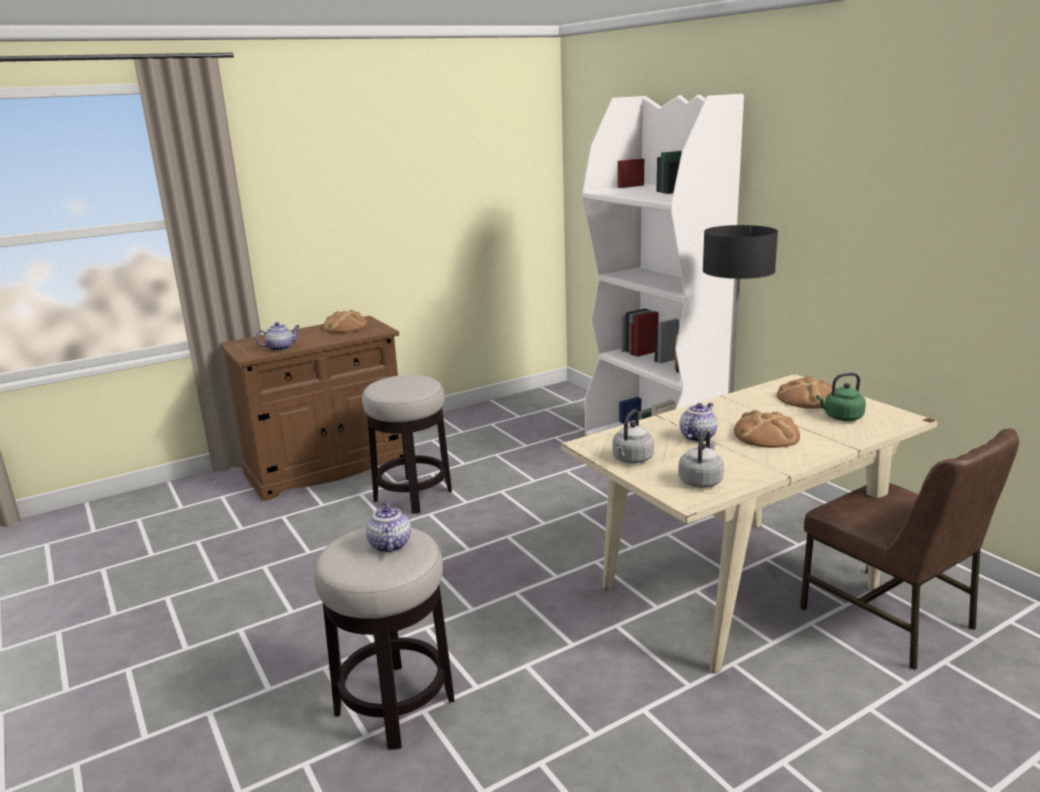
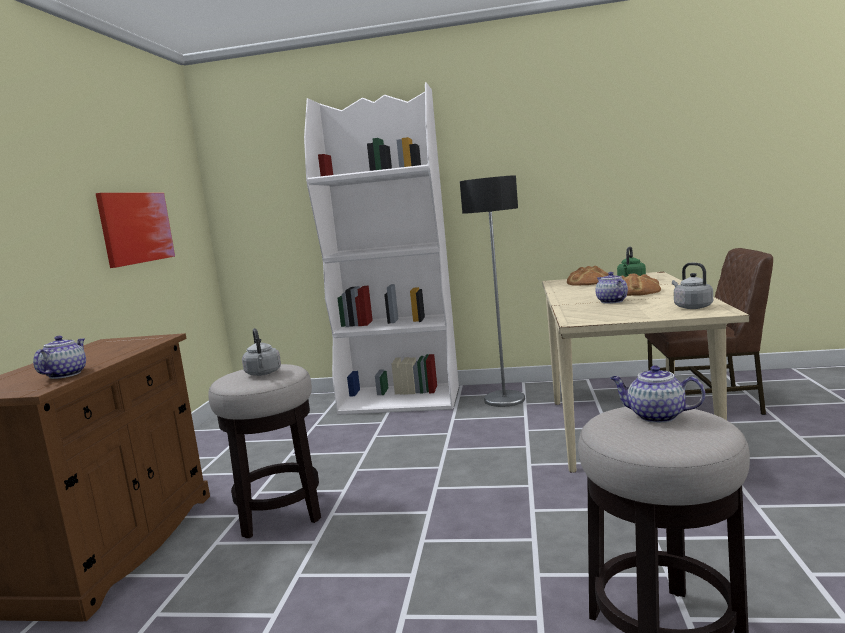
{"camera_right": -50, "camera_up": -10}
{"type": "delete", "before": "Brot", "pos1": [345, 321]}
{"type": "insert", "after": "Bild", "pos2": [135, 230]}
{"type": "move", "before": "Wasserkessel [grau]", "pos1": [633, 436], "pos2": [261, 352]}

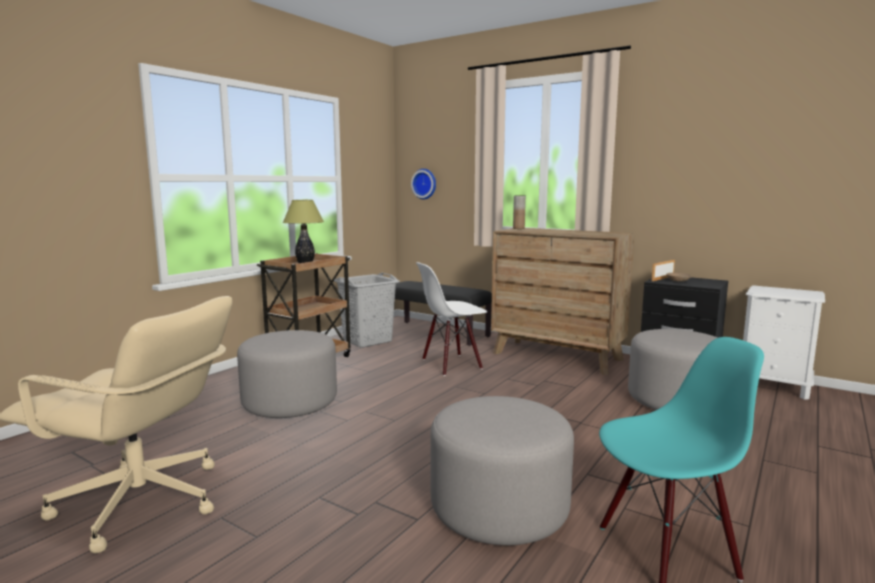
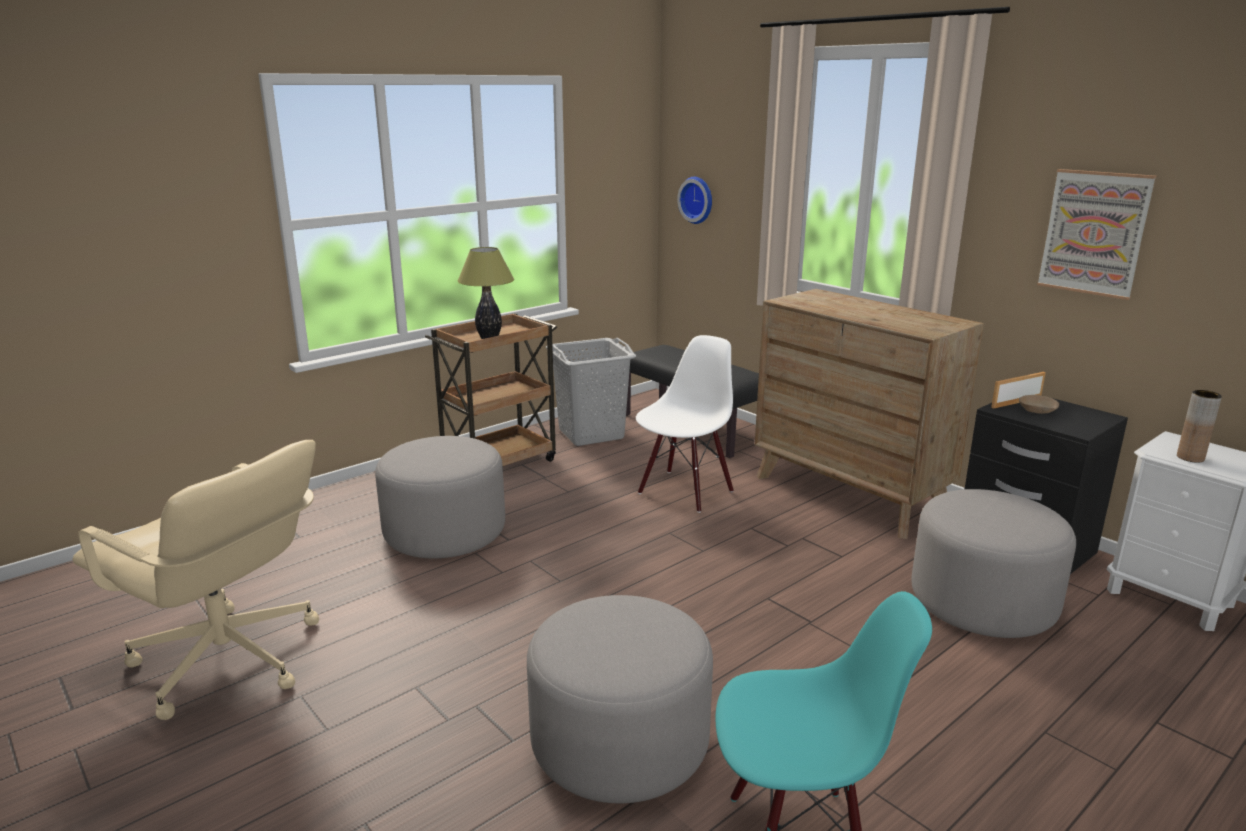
{"camera_right": 15, "camera_up": 10}
{"type": "insert", "after": "Bild", "pos2": [1096, 234]}
{"type": "move", "before": "Vase [braun]", "pos1": [519, 212], "pos2": [1199, 426]}
{"type": "rotate", "before": "Stuhl [weiß]", "pos1": [451, 319], "pos2": [685, 424], "turn": 135}

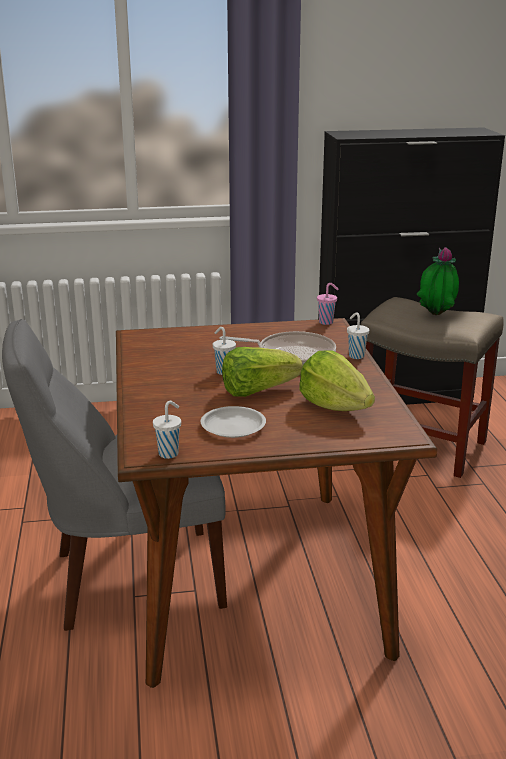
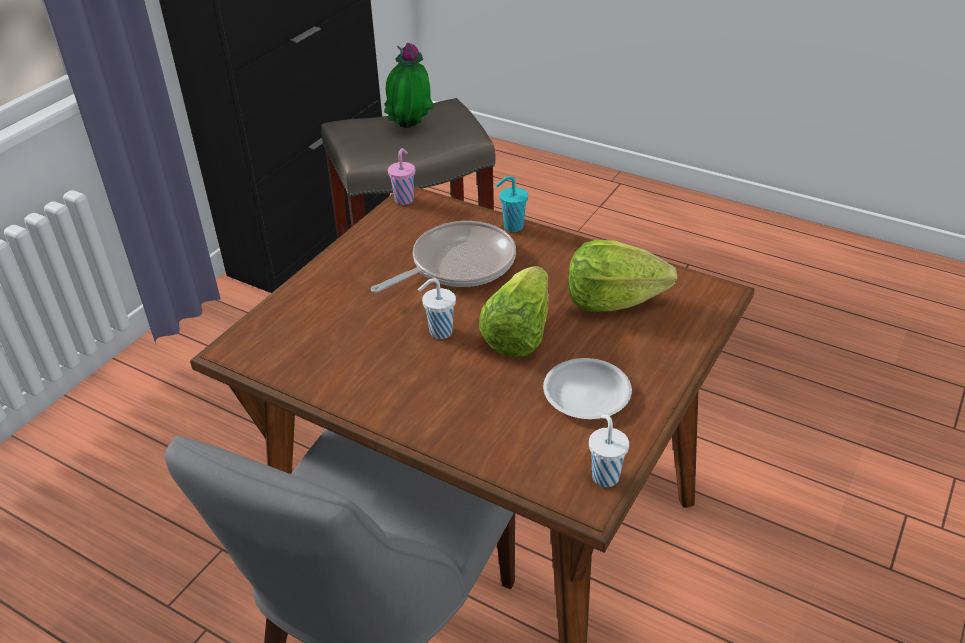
{"camera_right": -50, "camera_up": 15}
{"type": "recolor", "before": "Tasse [weiß]", "after": "Tasse [türkis]", "pos1": [358, 335], "pos2": [512, 204]}

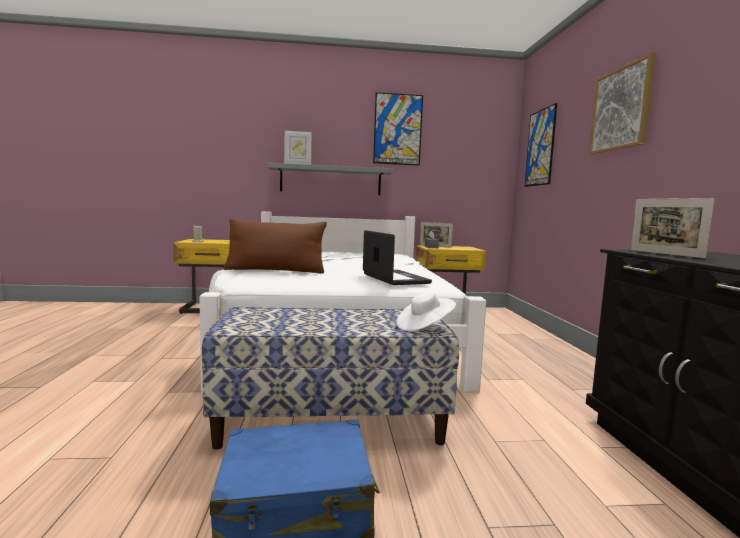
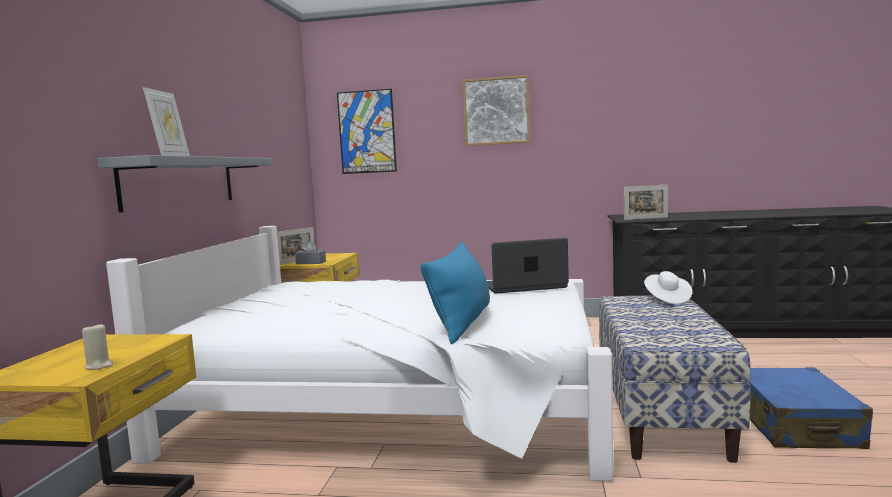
{"camera_right": -75, "camera_up": 0}
{"type": "delete", "before": "Bild", "pos1": [398, 129]}
{"type": "recolor", "before": "Kissen [braun]", "after": "Kissen [blau]", "pos1": [275, 245], "pos2": [455, 293]}

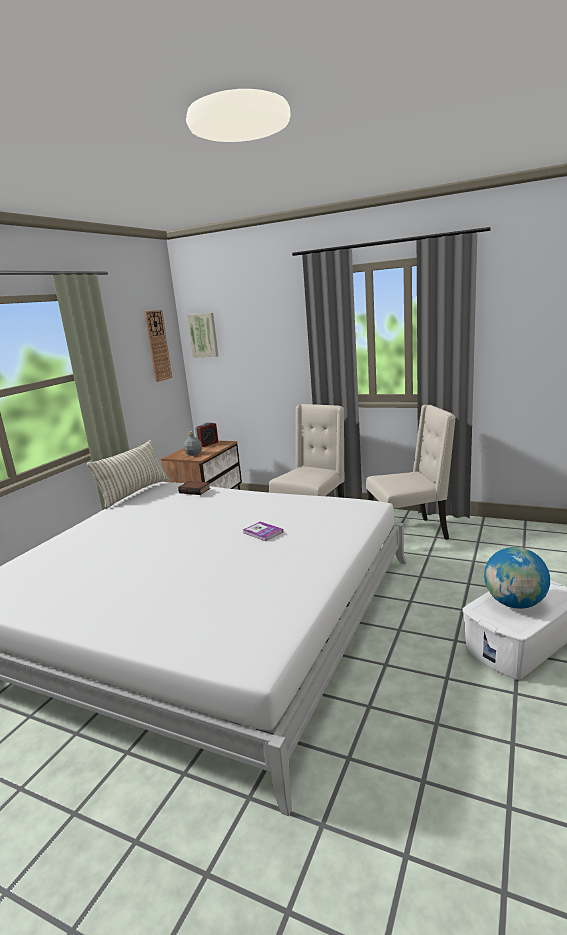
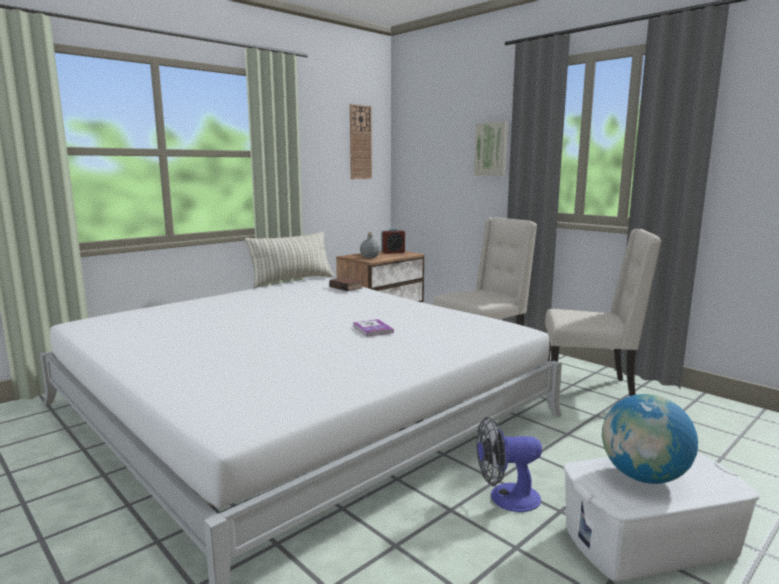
{"camera_right": 20, "camera_up": -5}
{"type": "insert", "after": "Ventilator", "pos2": [509, 464]}
{"type": "move", "before": "Bild", "pos1": [202, 335], "pos2": [491, 148]}

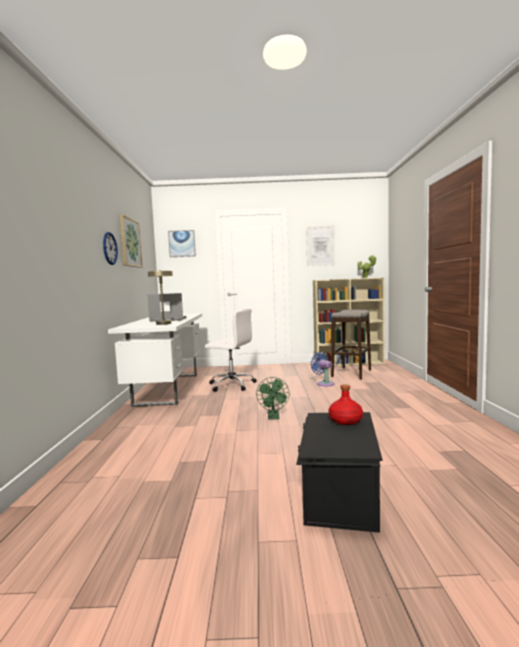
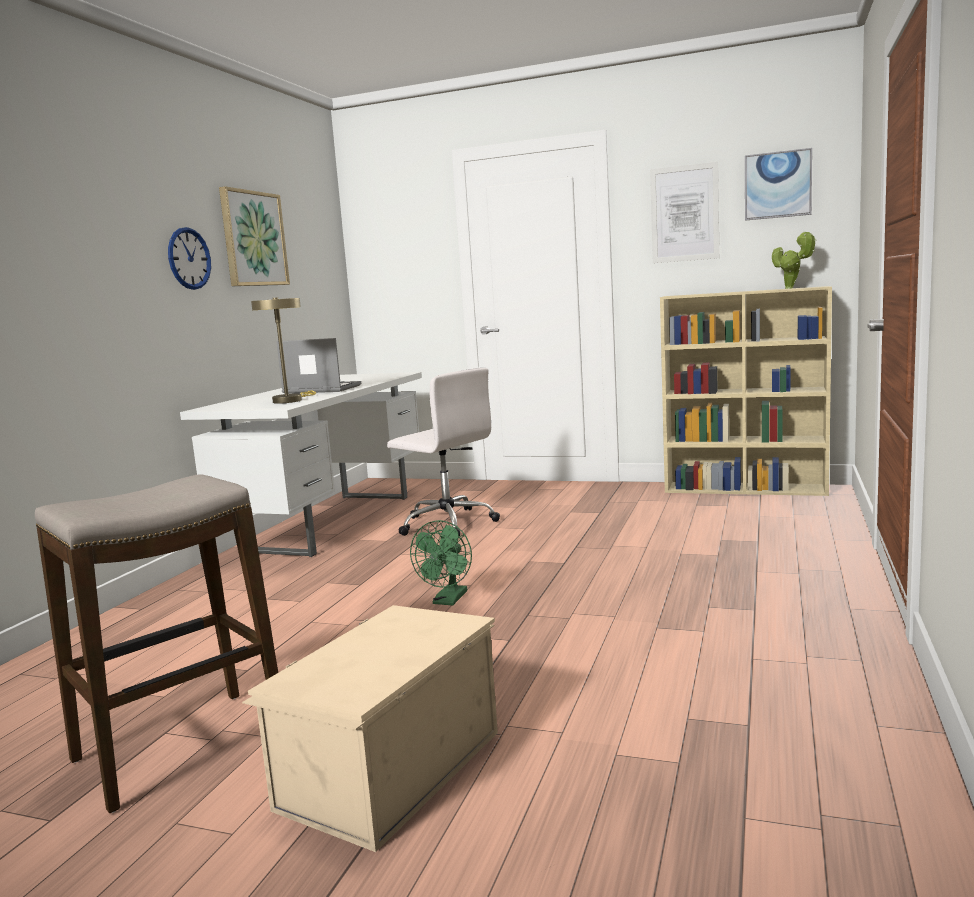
{"camera_right": 20, "camera_up": 5}
{"type": "delete", "before": "Ventilator [blau]", "pos1": [322, 369]}
{"type": "delete", "before": "Flasche [rot]", "pos1": [345, 404]}
{"type": "move", "before": "Bild", "pos1": [182, 243], "pos2": [778, 184]}
{"type": "move", "before": "Hocker", "pos1": [351, 345], "pos2": [156, 643]}
{"type": "recolor", "before": "Aufbewahrungsbox [schwarz]", "after": "Aufbewahrungsbox [beige]", "pos1": [339, 472], "pos2": [370, 728]}

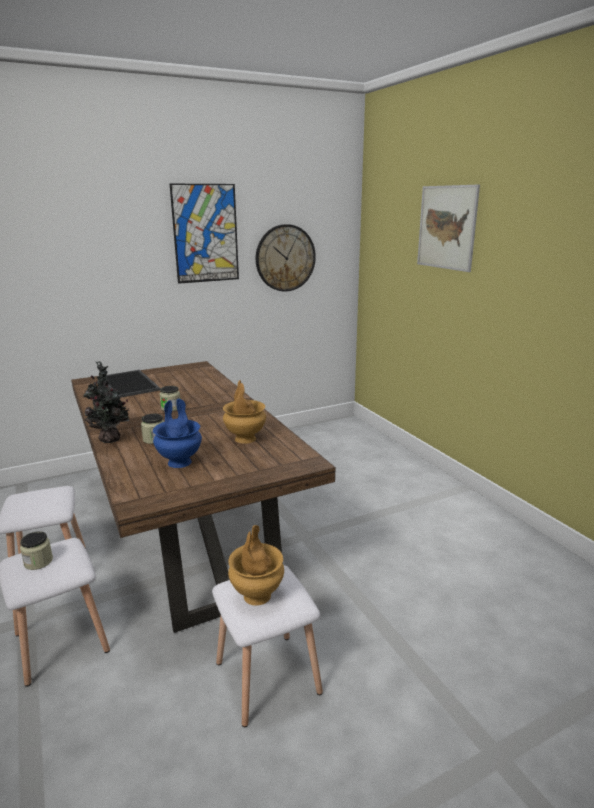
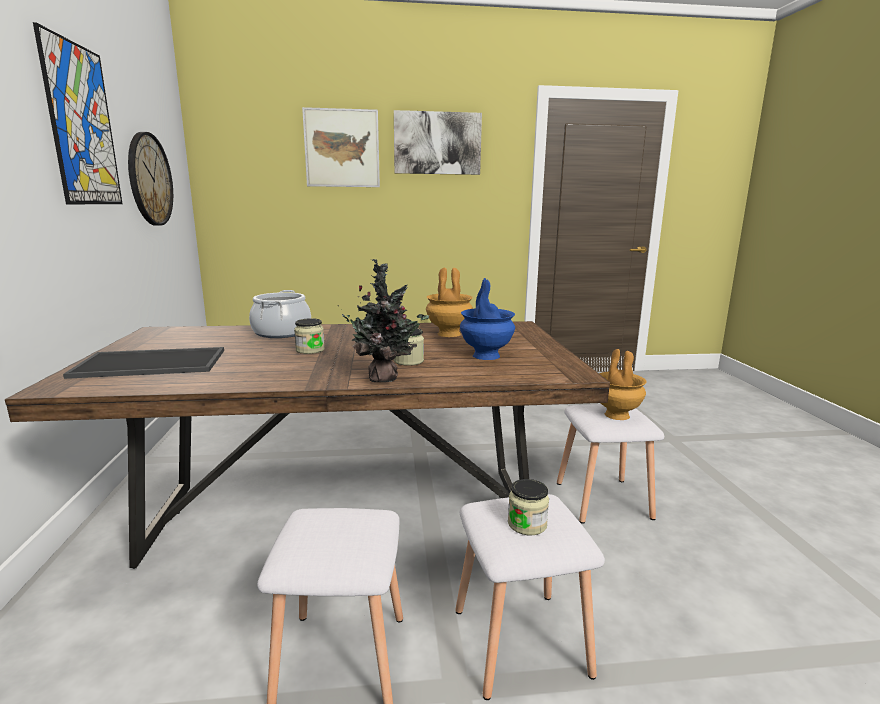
{"camera_right": -70, "camera_up": -5}
{"type": "insert", "after": "Kochtopf", "pos2": [280, 314]}
{"type": "insert", "after": "Bild", "pos2": [438, 142]}

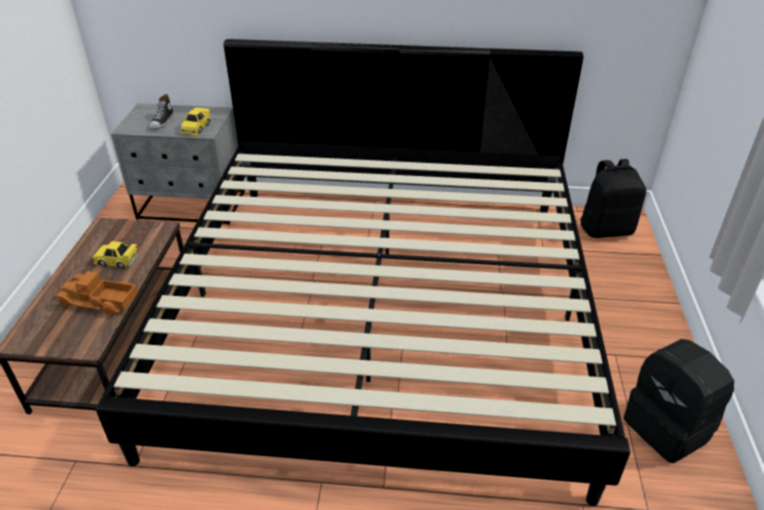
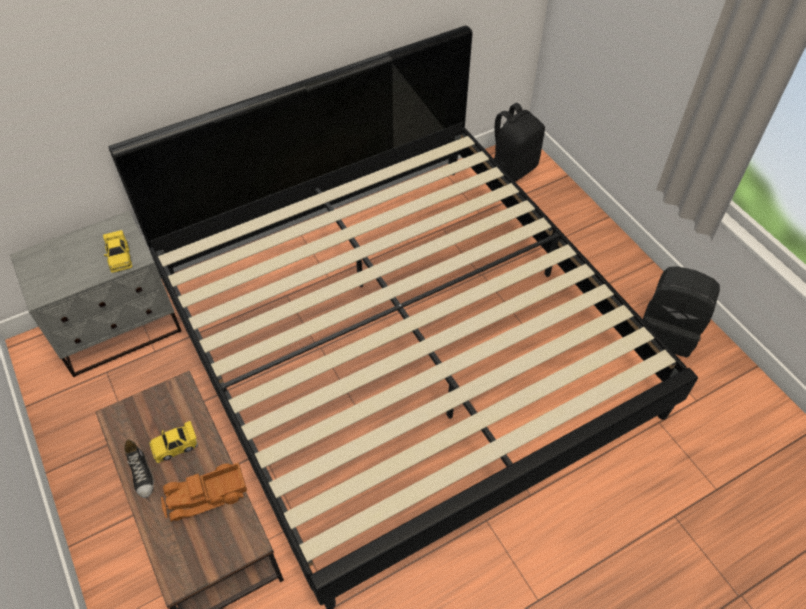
{"camera_right": -35, "camera_up": 15}
{"type": "move", "before": "Schuh", "pos1": [161, 111], "pos2": [139, 468]}

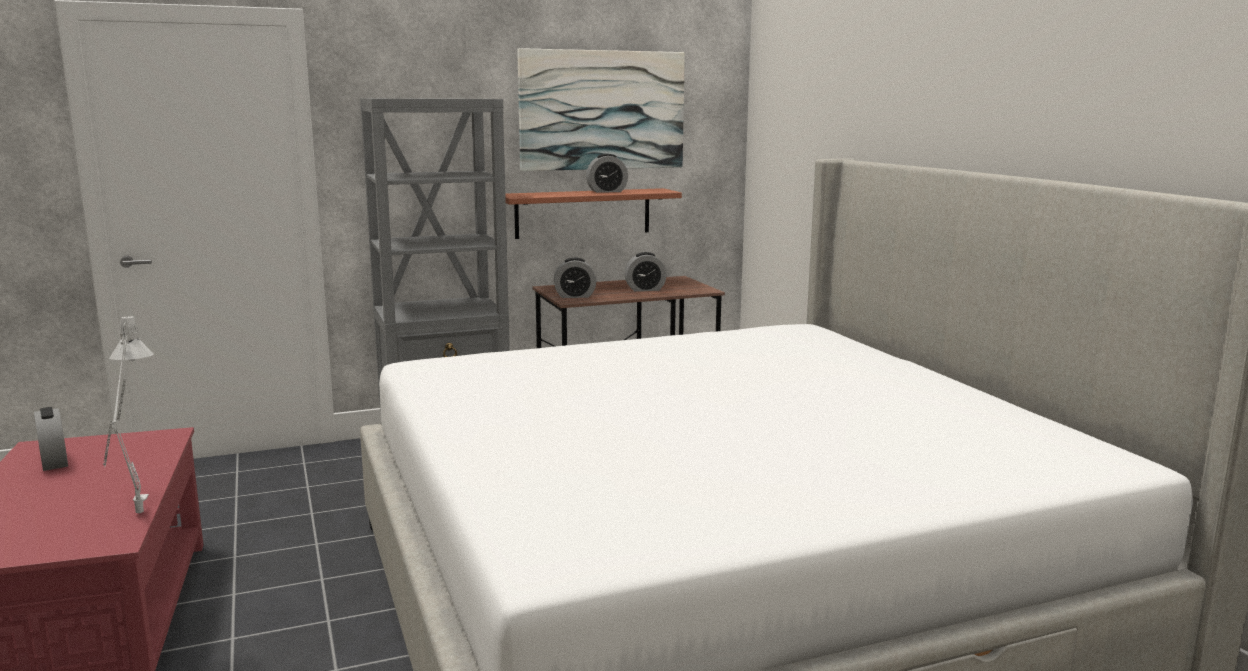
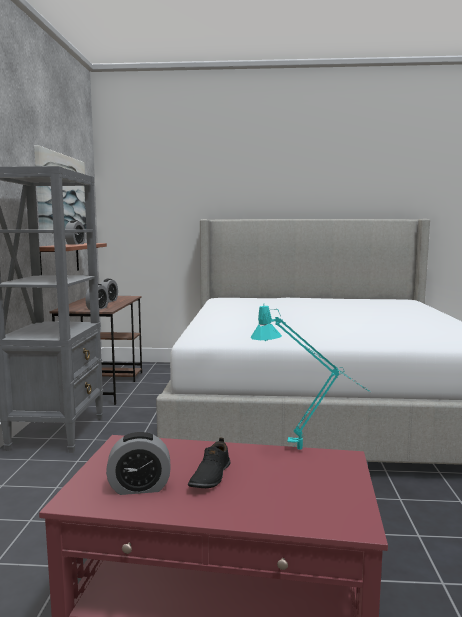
{"camera_right": -65, "camera_up": -5}
{"type": "insert", "after": "Schuh [schwarz]", "pos2": [209, 463]}
{"type": "recolor", "before": "Tischlampe [grau]", "after": "Tischlampe [türkis]", "pos1": [128, 413], "pos2": [310, 377]}

